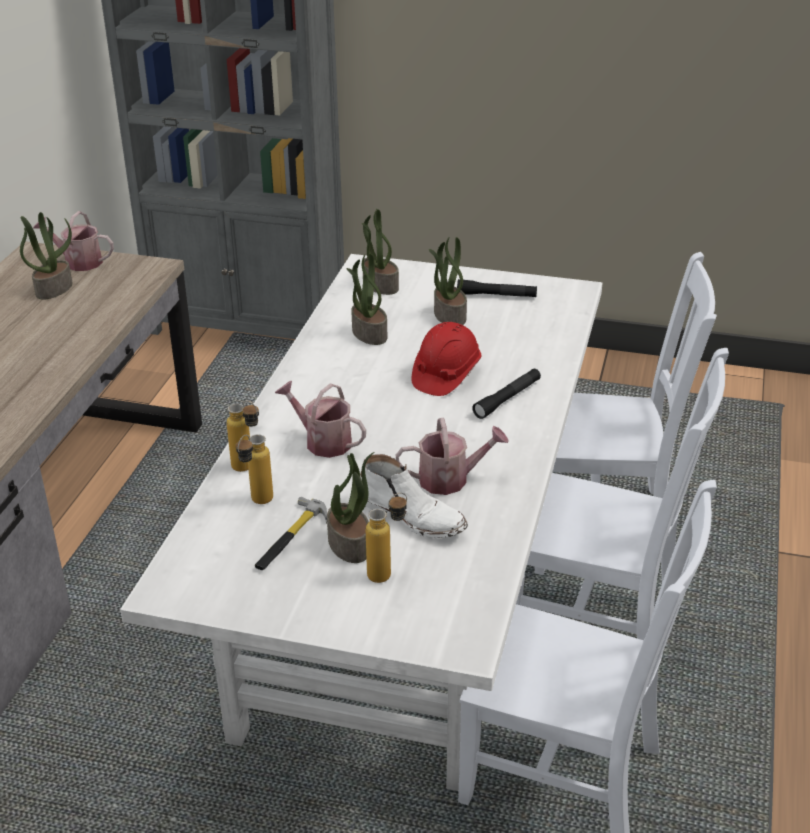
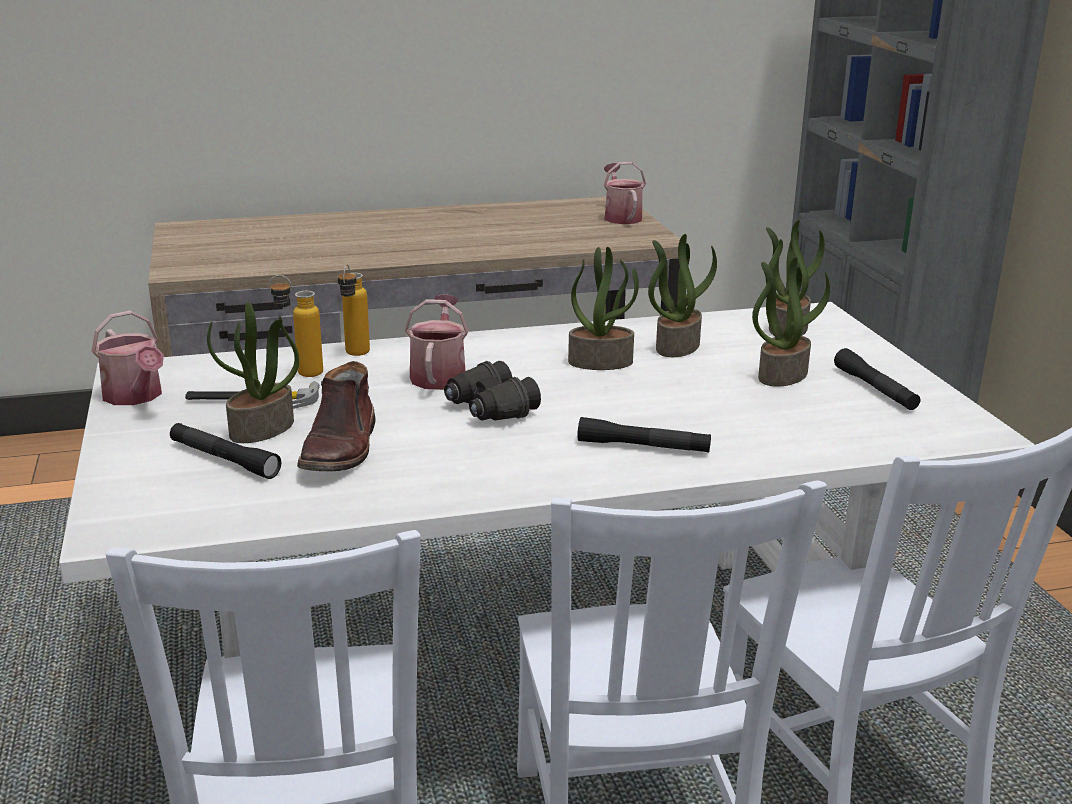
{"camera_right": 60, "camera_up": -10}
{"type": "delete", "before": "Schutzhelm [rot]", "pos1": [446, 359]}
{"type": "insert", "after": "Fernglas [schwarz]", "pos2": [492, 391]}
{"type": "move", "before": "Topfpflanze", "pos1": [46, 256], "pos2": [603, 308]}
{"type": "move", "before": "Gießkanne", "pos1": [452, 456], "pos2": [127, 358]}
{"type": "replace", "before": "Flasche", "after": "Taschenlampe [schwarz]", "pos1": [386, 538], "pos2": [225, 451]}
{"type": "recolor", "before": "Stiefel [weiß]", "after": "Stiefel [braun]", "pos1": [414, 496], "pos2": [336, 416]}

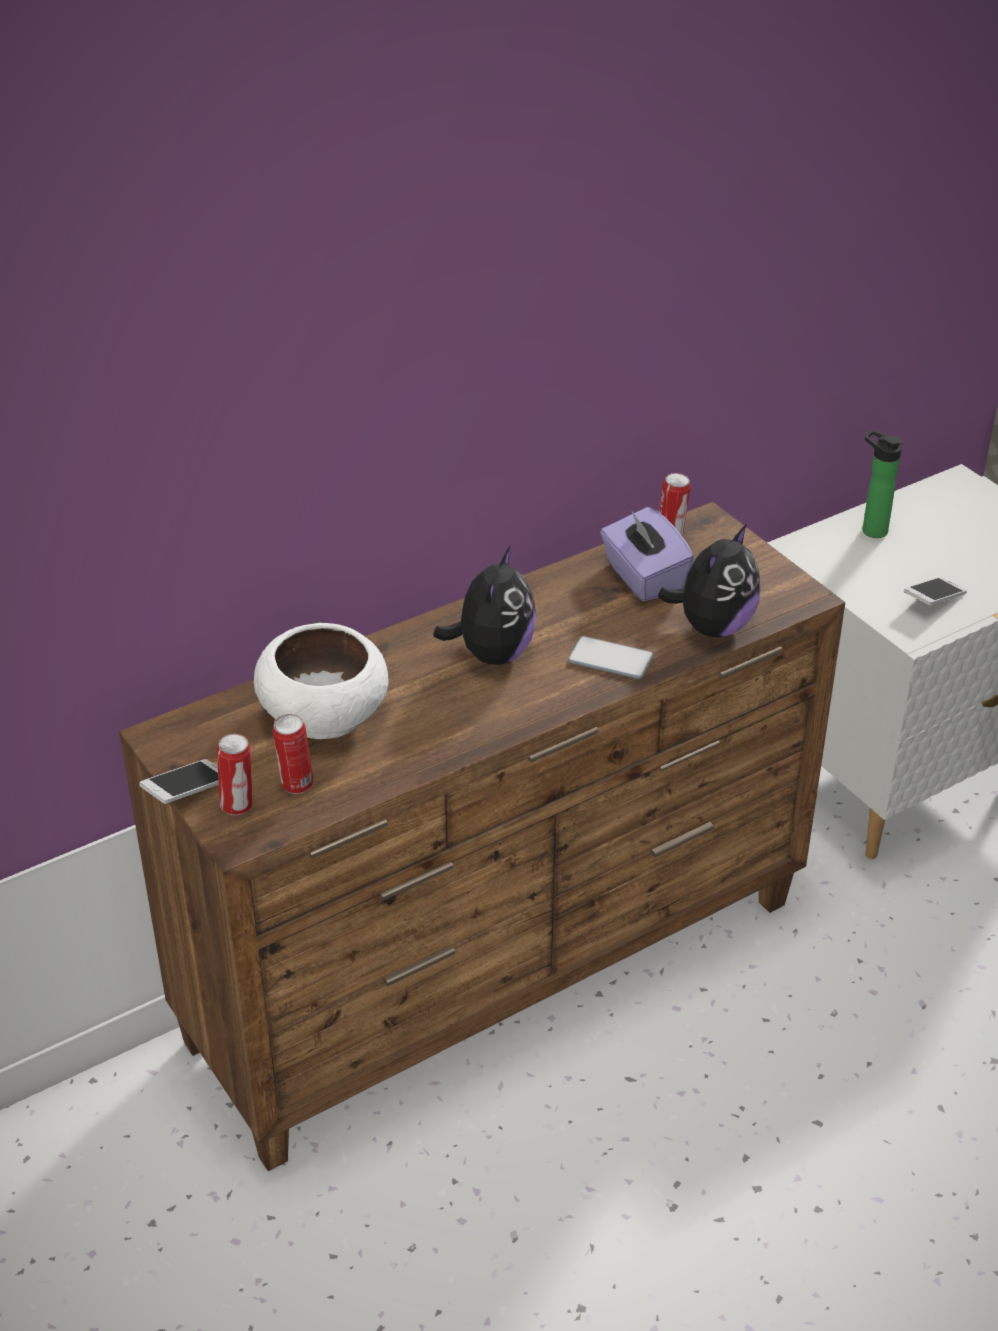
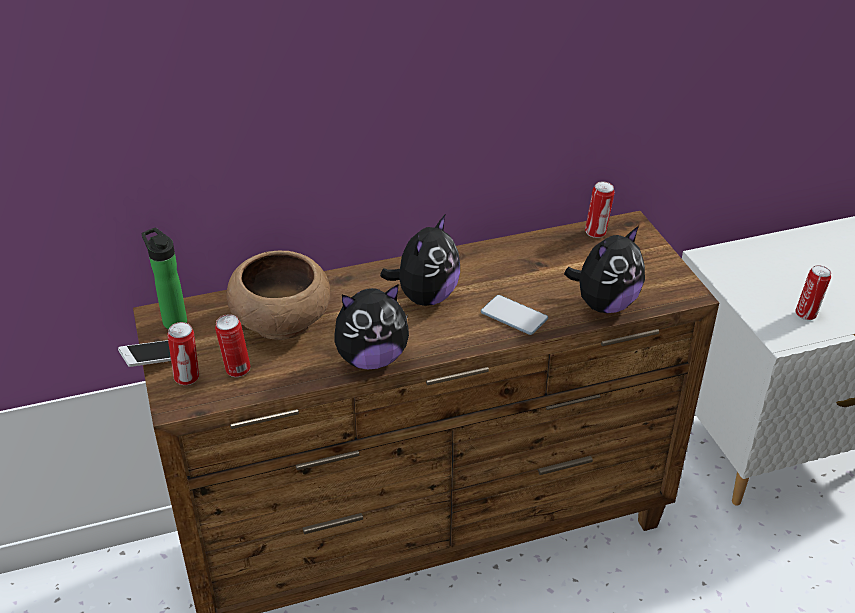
{"camera_right": 15, "camera_up": 0}
{"type": "delete", "before": "Taschentuchbox [lila]", "pos1": [647, 554]}
{"type": "insert", "after": "Plüschtier", "pos2": [372, 326]}
{"type": "move", "before": "Flasche", "pos1": [883, 484], "pos2": [164, 278]}
{"type": "replace", "before": "Handy", "after": "Dose", "pos1": [935, 591], "pos2": [813, 292]}
{"type": "recolor", "before": "Schüssel [weiß]", "after": "Schüssel [braun]", "pos1": [321, 681], "pos2": [278, 295]}

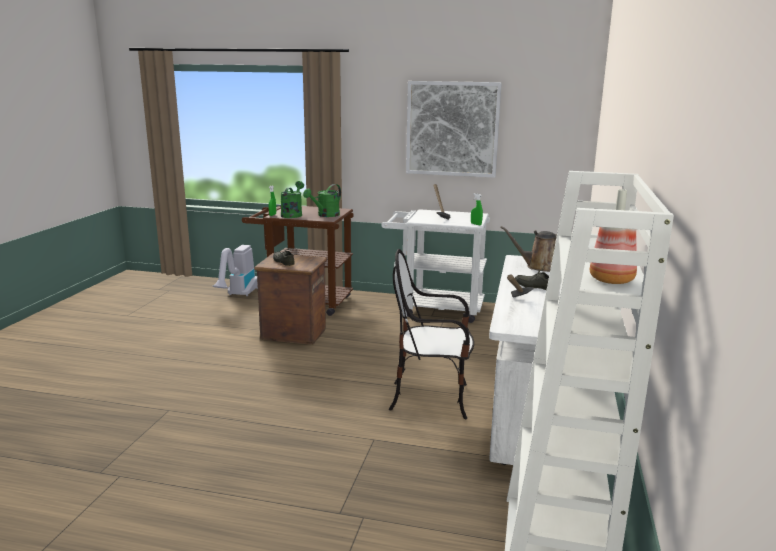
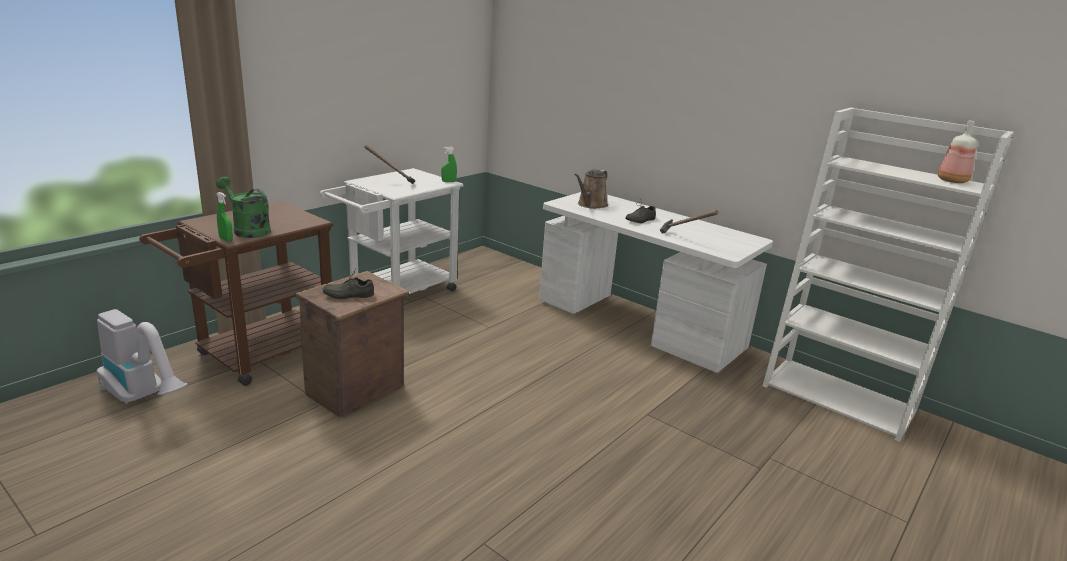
{"camera_right": -65, "camera_up": 5}
{"type": "delete", "before": "Gießkanne [grün]", "pos1": [322, 200]}
{"type": "delete", "before": "Stuhl", "pos1": [431, 334]}
{"type": "delete", "before": "Bild", "pos1": [454, 129]}

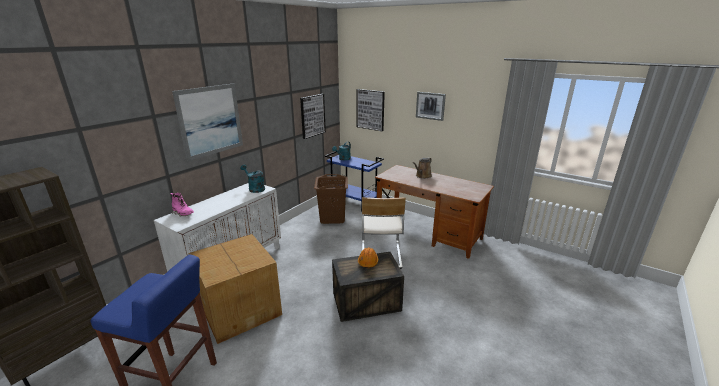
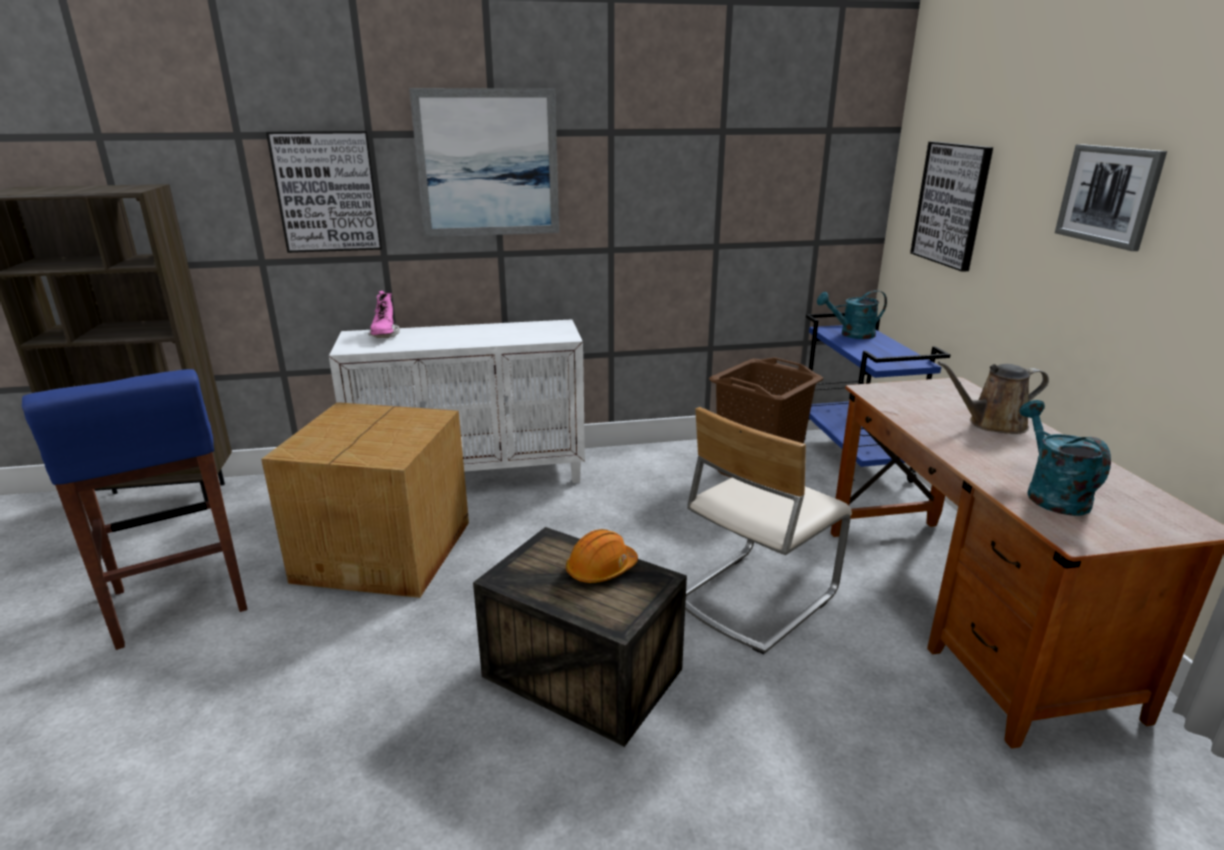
{"camera_right": 45, "camera_up": 0}
{"type": "move", "before": "Gießkanne [türkis]", "pos1": [252, 179], "pos2": [1065, 458]}
{"type": "move", "before": "Bild", "pos1": [313, 116], "pos2": [324, 192]}

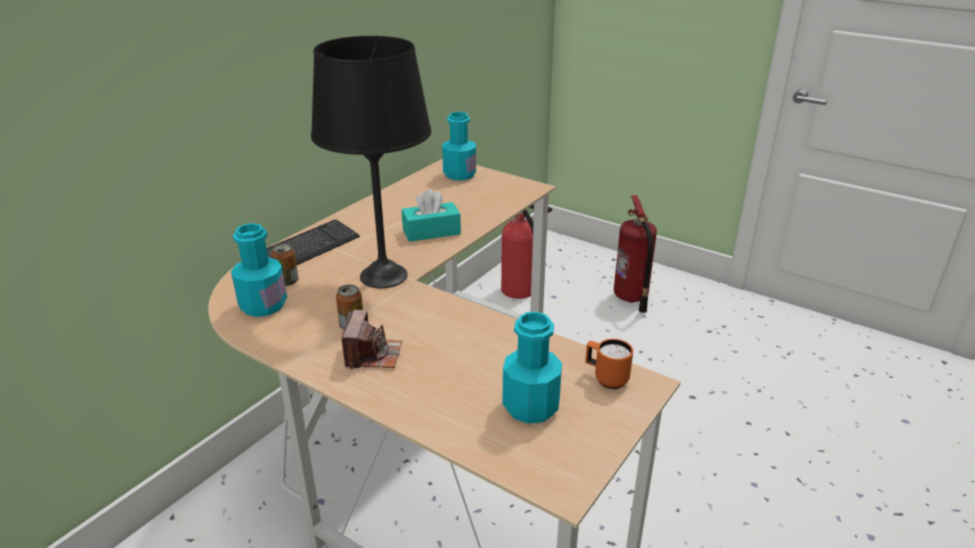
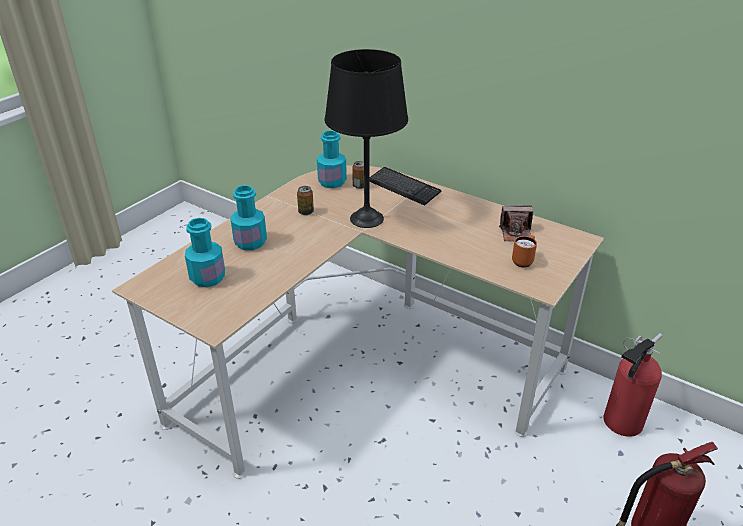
{"camera_right": 90, "camera_up": 5}
{"type": "delete", "before": "Taschentuchbox [türkis]", "pos1": [431, 215]}
{"type": "move", "before": "Kamera", "pos1": [372, 340], "pos2": [516, 223]}
{"type": "move", "before": "Flasche [türkis]", "pos1": [459, 146], "pos2": [248, 217]}
{"type": "move", "before": "Henkelbecher [orange]", "pos1": [609, 364], "pos2": [524, 251]}

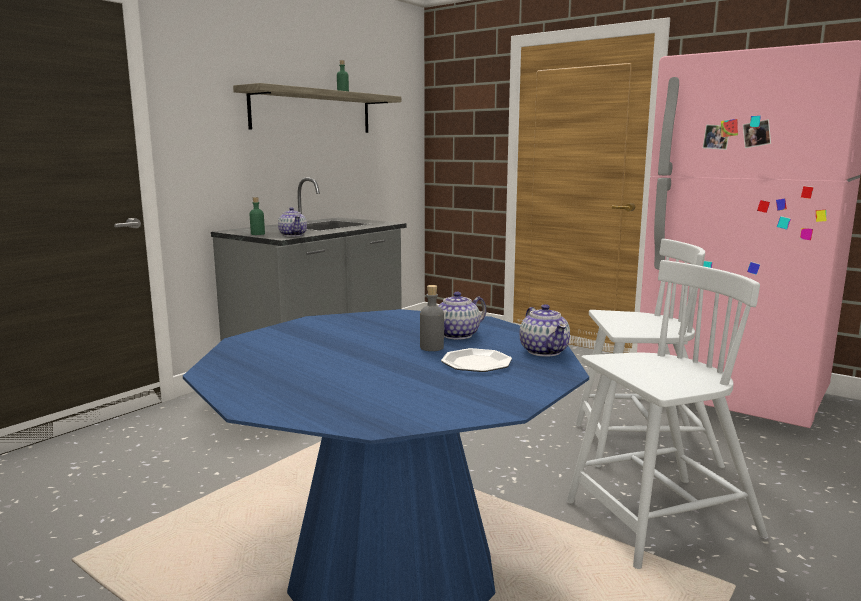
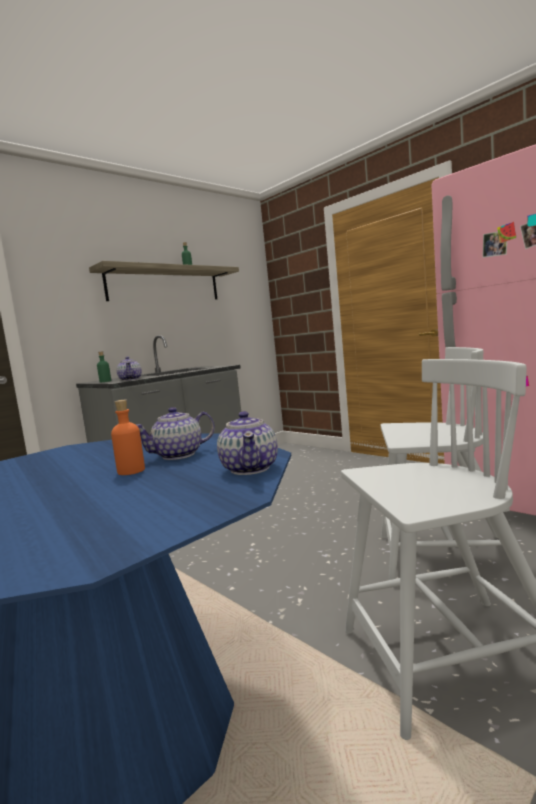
{"camera_right": 10, "camera_up": -5}
{"type": "delete", "before": "Teller", "pos1": [476, 360]}
{"type": "recolor", "before": "Flasche [grau]", "after": "Flasche [orange]", "pos1": [432, 318], "pos2": [128, 437]}

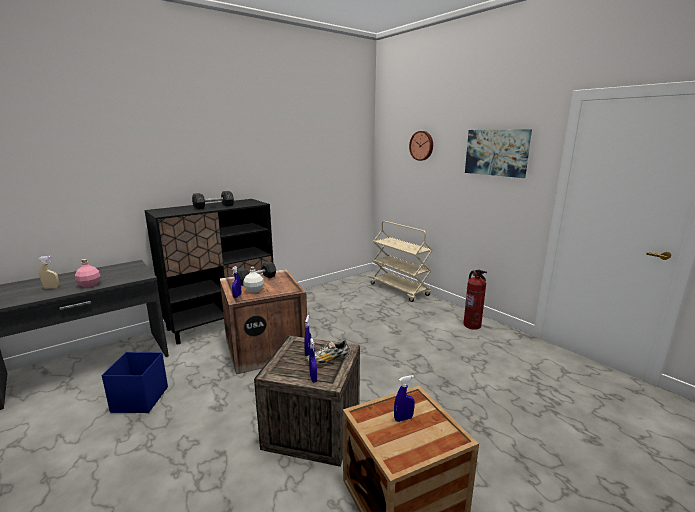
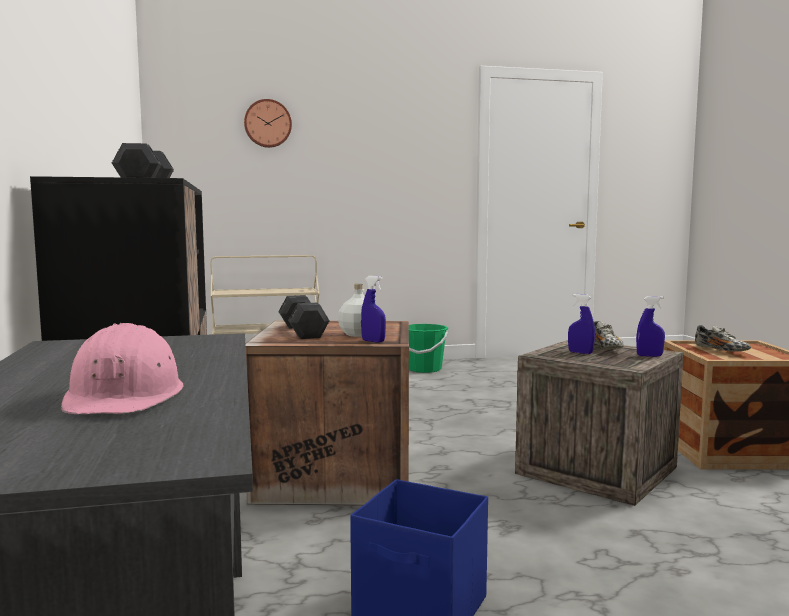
{"camera_right": -65, "camera_up": -10}
{"type": "delete", "before": "Flasche [rosa]", "pos1": [87, 273]}
{"type": "delete", "before": "Bild", "pos1": [498, 153]}
{"type": "replace", "before": "Sprühflasche [beige]", "after": "Schutzhelm [rosa]", "pos1": [49, 272], "pos2": [122, 368]}
{"type": "replace", "before": "Sprühflasche [blau]", "after": "Schuh", "pos1": [404, 398], "pos2": [723, 338]}
{"type": "replace", "before": "Feuerlöscher", "after": "Eimer [grün]", "pos1": [475, 300], "pos2": [428, 348]}

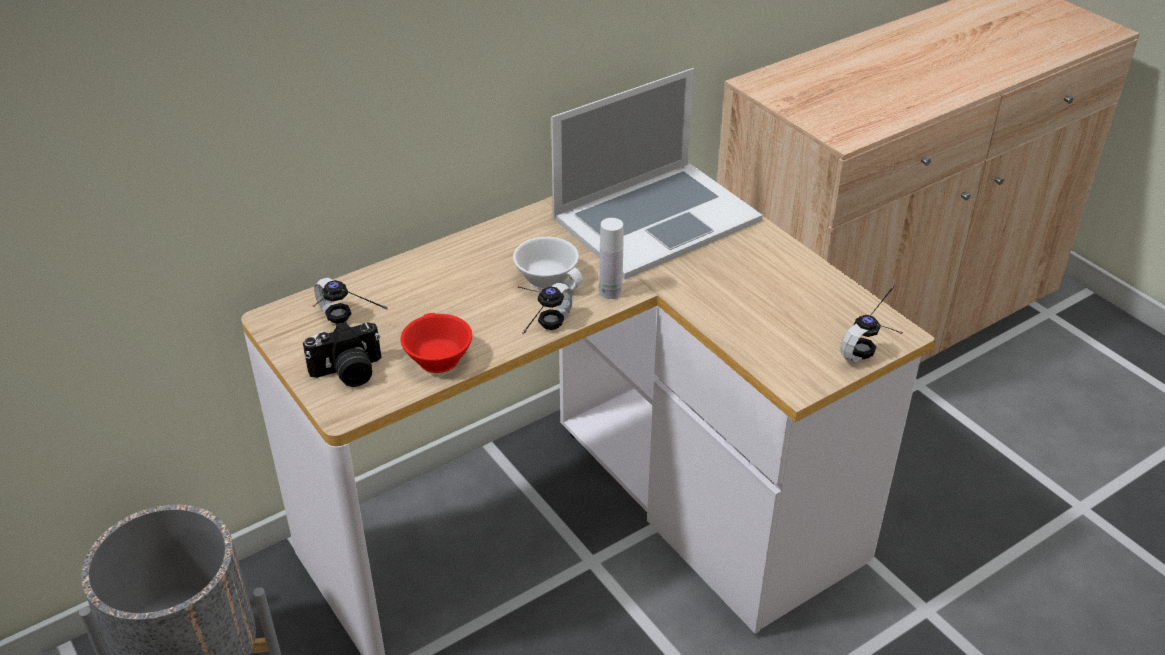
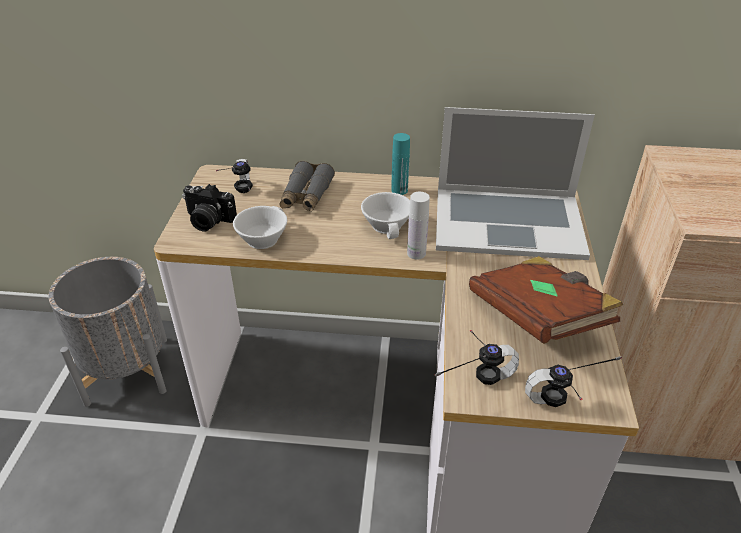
{"camera_right": 40, "camera_up": 0}
{"type": "insert", "after": "Fernglas [grau]", "pos2": [307, 186]}
{"type": "insert", "after": "Flasche [türkis]", "pos2": [400, 164]}
{"type": "insert", "after": "Buch [braun]", "pos2": [546, 300]}
{"type": "move", "before": "Kopfhörer", "pos1": [545, 308], "pos2": [477, 357]}
{"type": "recolor", "before": "Tasse [rot]", "after": "Tasse [weiß]", "pos1": [436, 343], "pos2": [260, 227]}

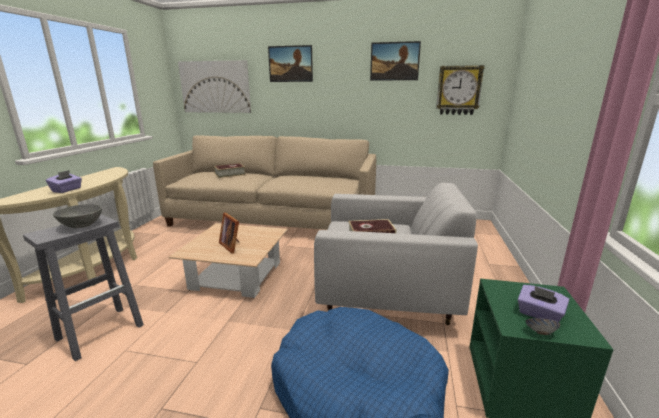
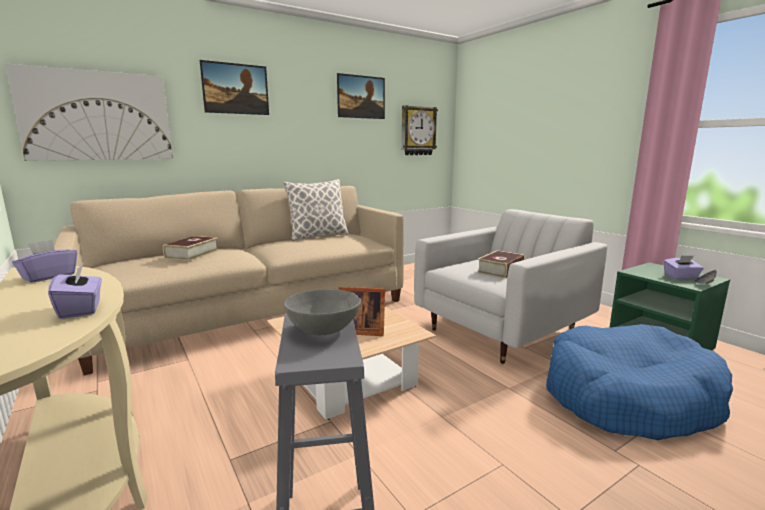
{"camera_right": -45, "camera_up": -5}
{"type": "insert", "after": "Taschentuchbox [lila]", "pos2": [44, 261]}
{"type": "insert", "after": "Kissen", "pos2": [315, 210]}

